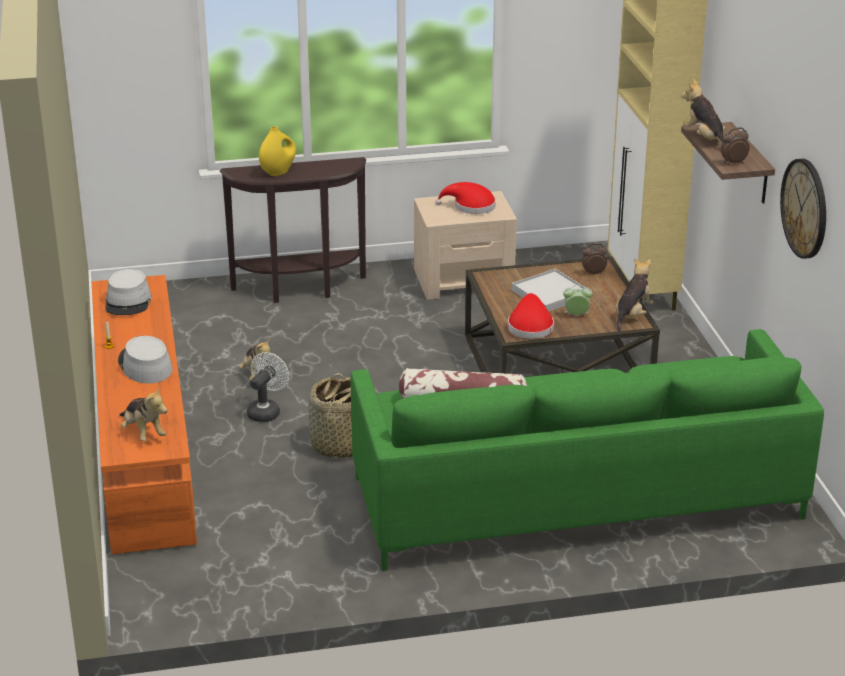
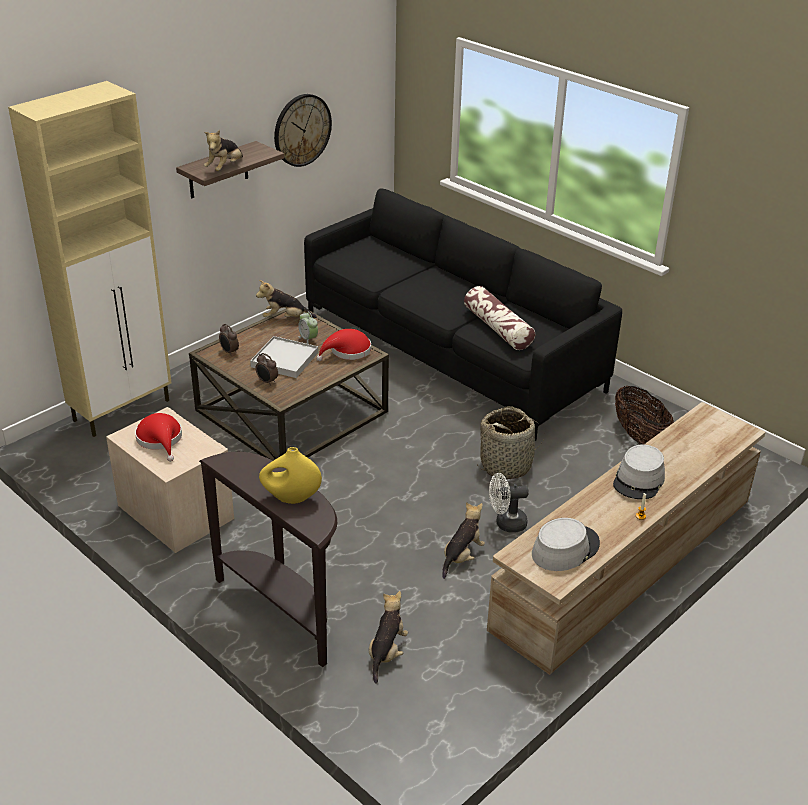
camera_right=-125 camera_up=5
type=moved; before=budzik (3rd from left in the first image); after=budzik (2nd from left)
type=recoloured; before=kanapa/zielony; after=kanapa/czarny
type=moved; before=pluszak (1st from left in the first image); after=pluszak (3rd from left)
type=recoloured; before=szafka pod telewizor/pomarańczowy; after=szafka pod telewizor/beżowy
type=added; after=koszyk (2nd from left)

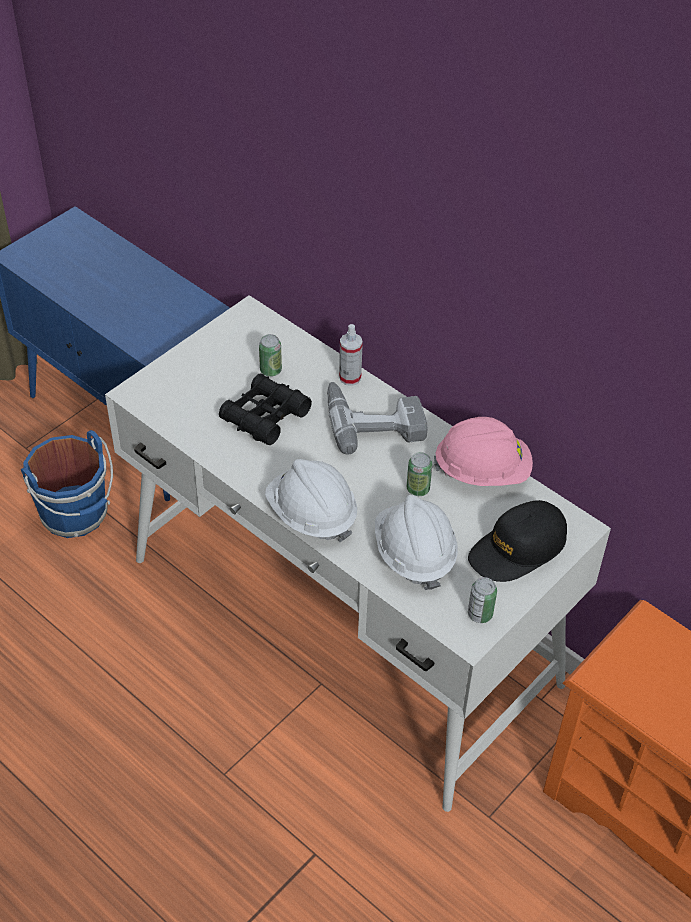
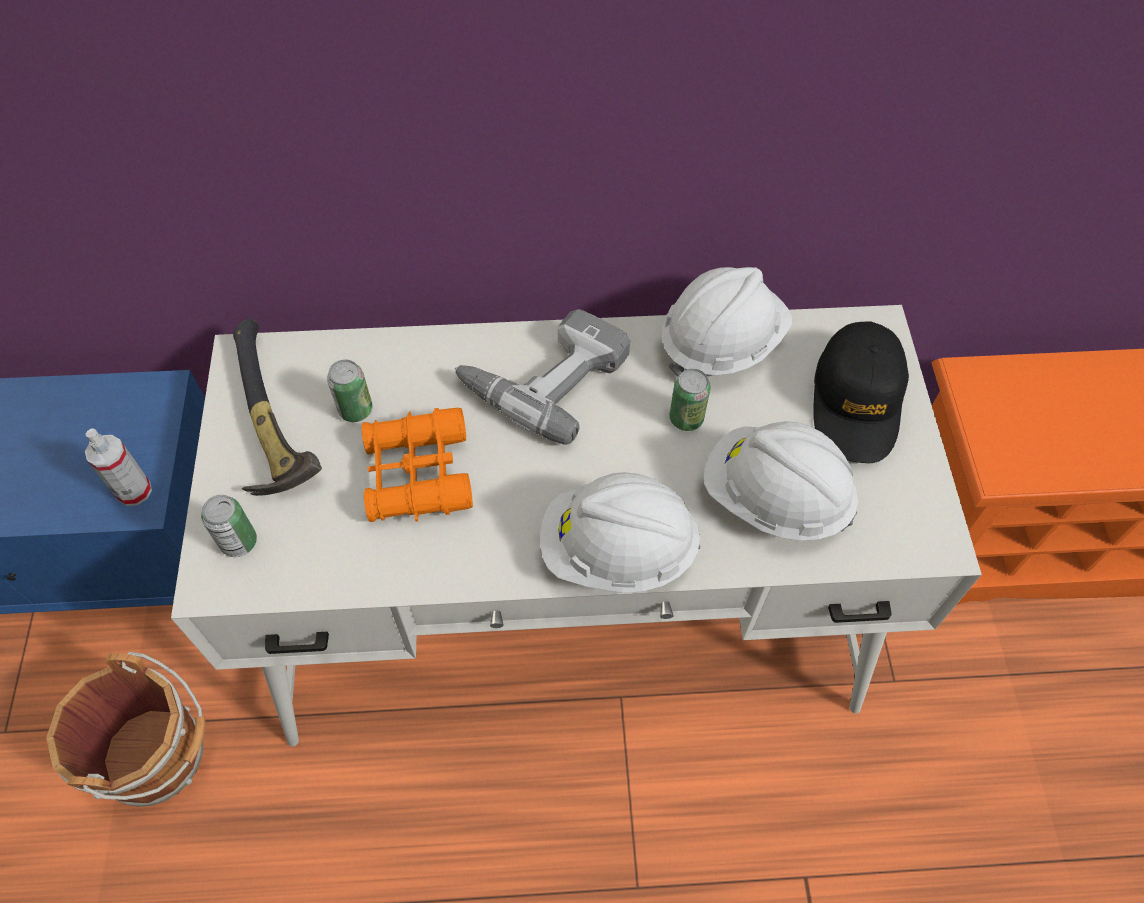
camera_right=-45 camera_up=10
type=recoloured; before=wiadro/niebieski; after=wiadro/brązowy
type=moved; before=spryskiwacz
type=moved; before=puszka (3rd from left in the first image); after=puszka (1st from left)
type=added; after=młotek
type=recoloured; before=lornetka/czarny; after=lornetka/pomarańczowy
type=recoloured; before=kask/różowy; after=kask/biały (2nd from left)

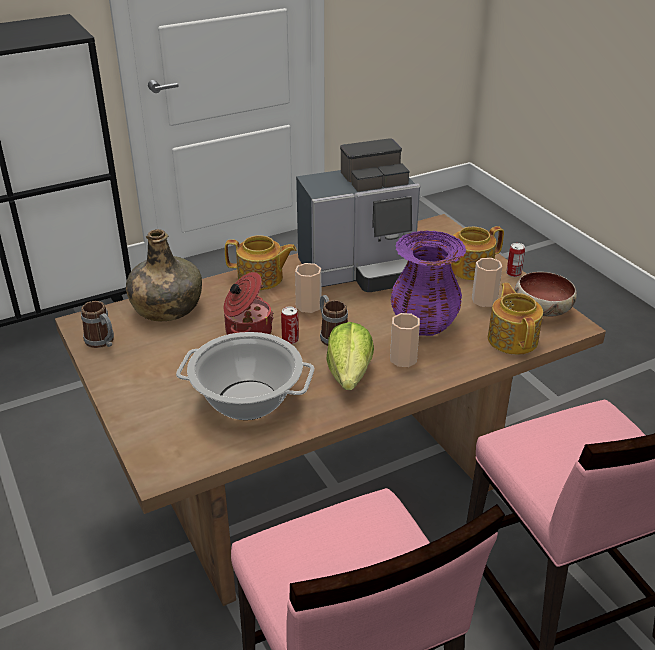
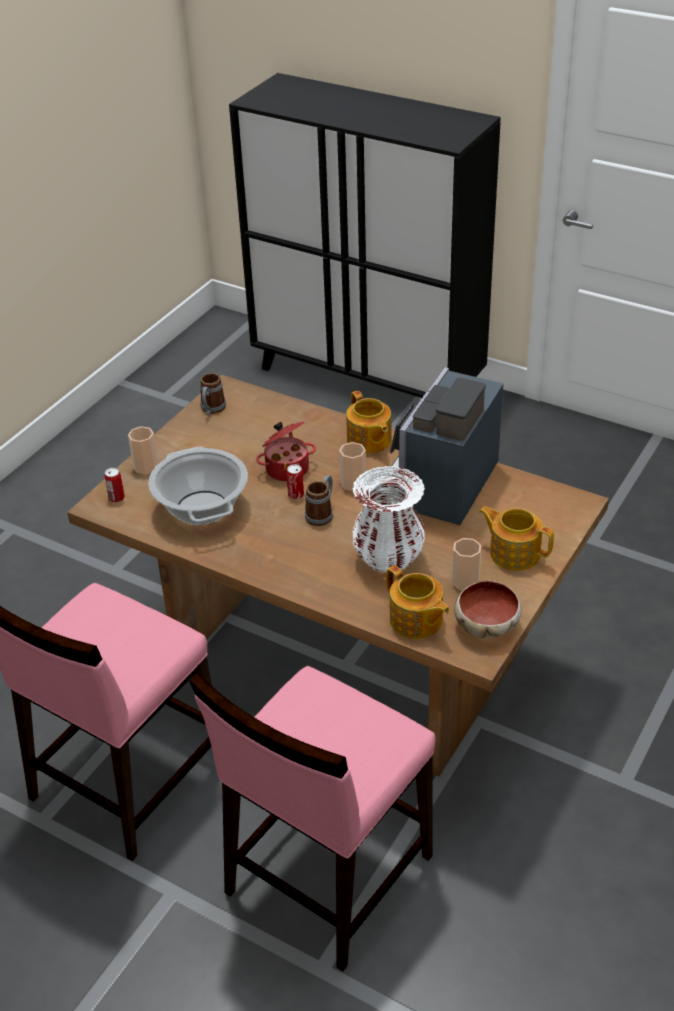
camera_right=60 camera_up=5
type=moved; before=puszka (2nd from left in the first image); after=puszka (1st from left)
type=moved; before=filiżanka (2nd from left in the first image); after=filiżanka (1st from left)
type=recoloured; before=wazon/fioletowy; after=wazon/biały
type=turned; before=ekspres do kawy; turn=75
type=turned; before=imbryk (3rd from left in the first image); turn=90
type=removed; before=butelka/zielony
type=removed; before=sałata

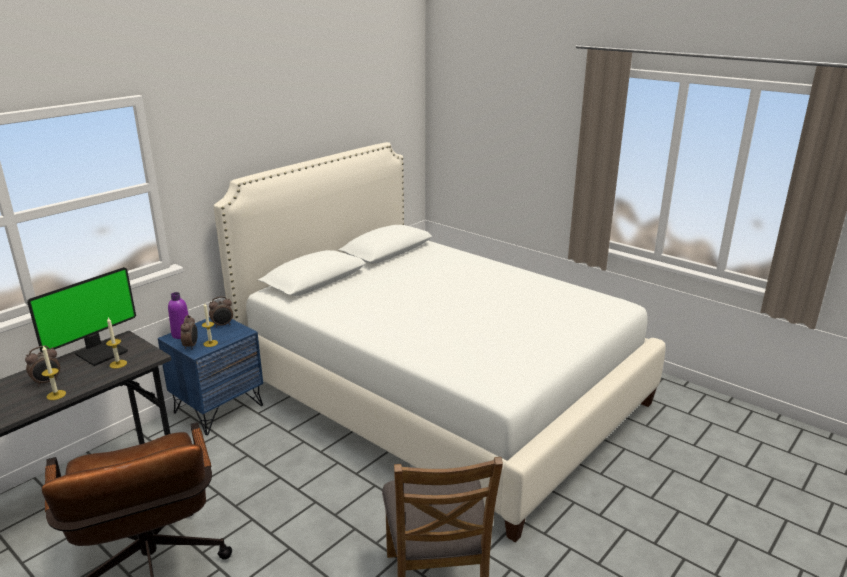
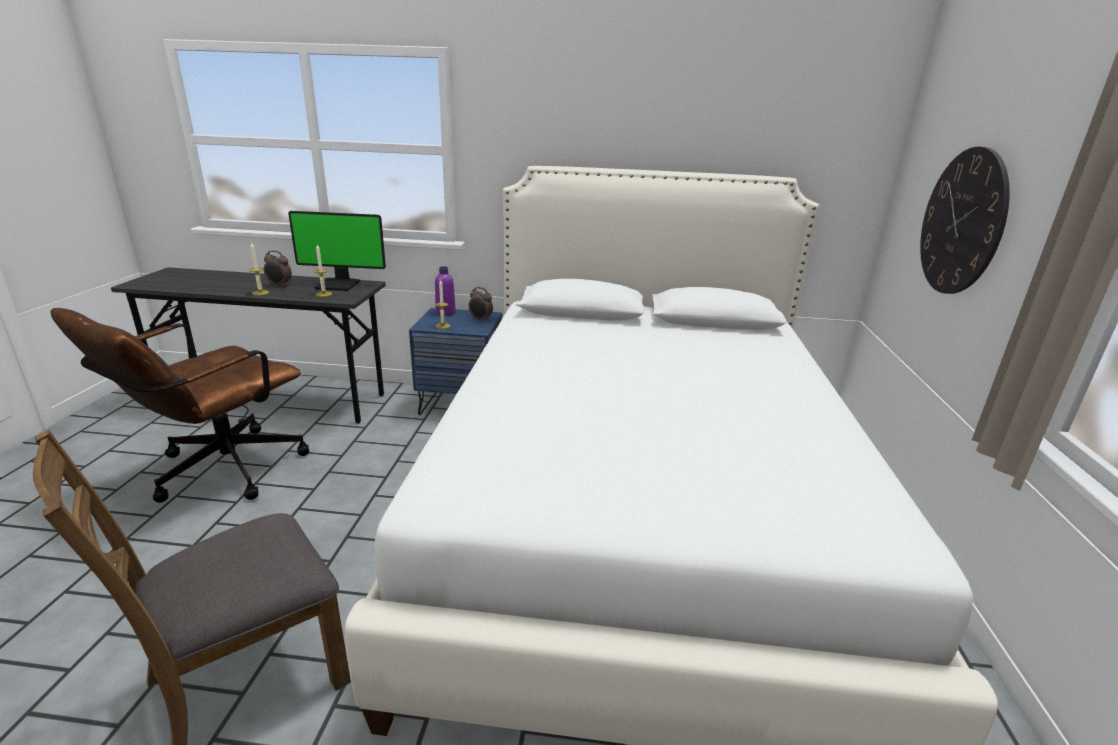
camera_right=55 camera_up=0
type=added; after=zegar ścienny
type=removed; before=budzik (2nd from left)

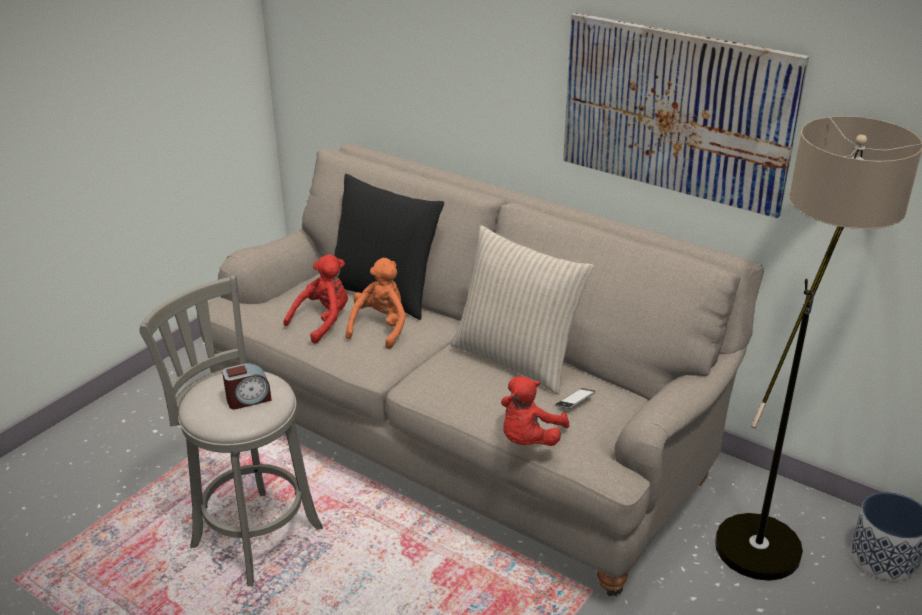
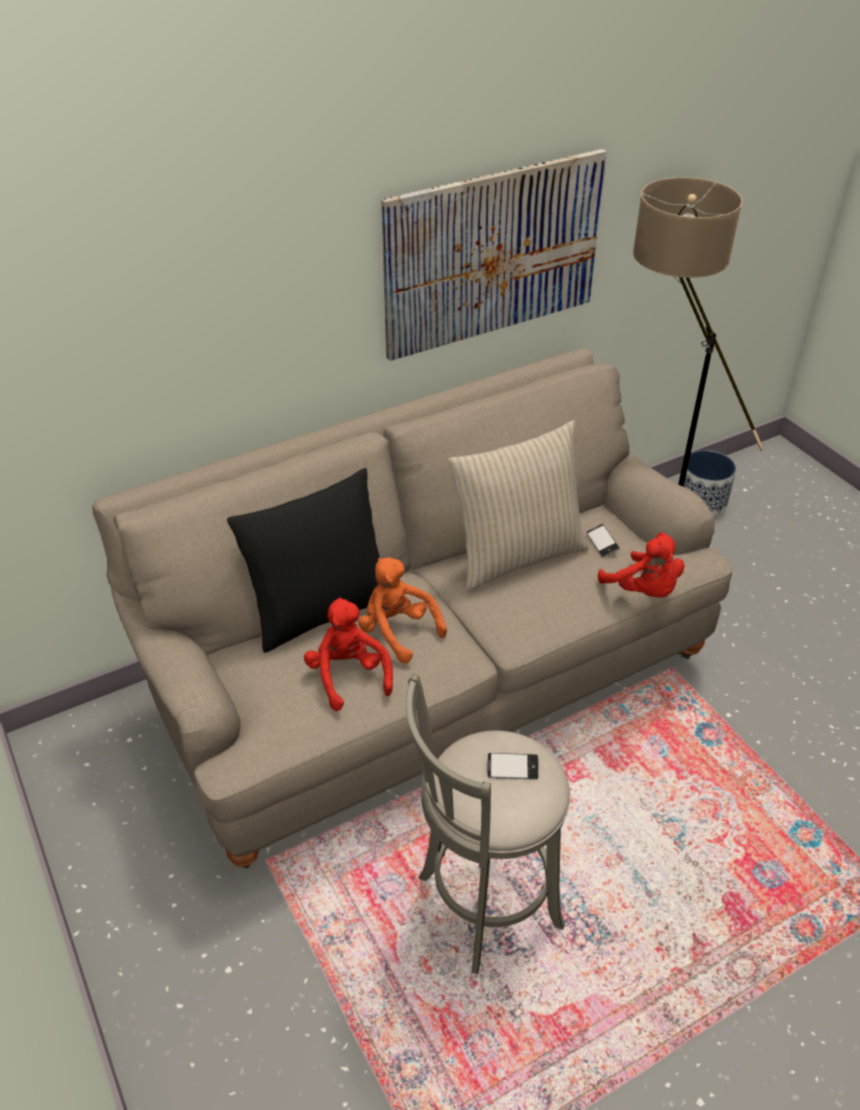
camera_right=-65 camera_up=10
type=replaced; before=budzik; after=telefon (1st from left)

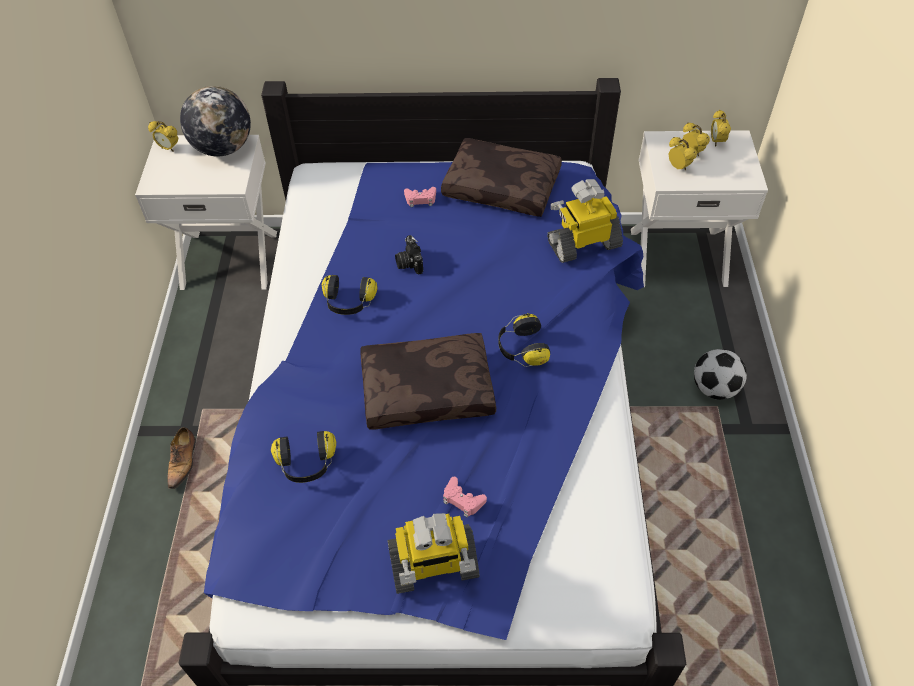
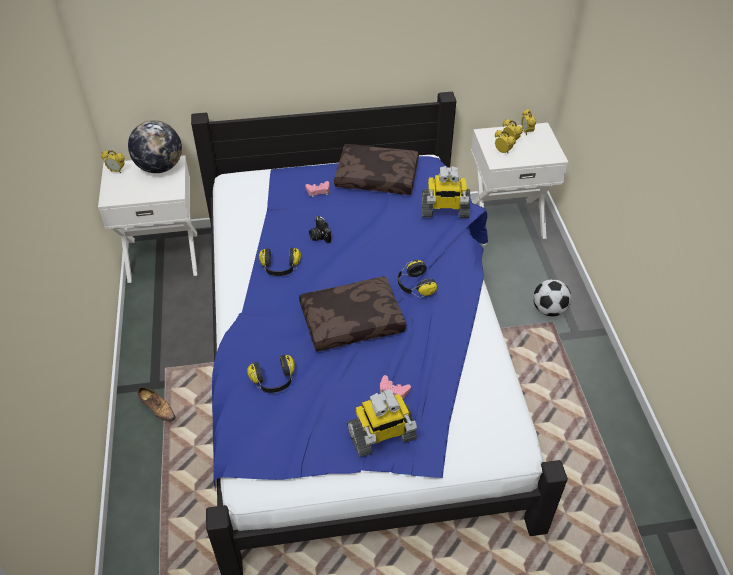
camera_right=-10 camera_up=-5
type=turned; before=but; turn=-45
type=turned; before=robot zabawkowy (2nd from left); turn=-150

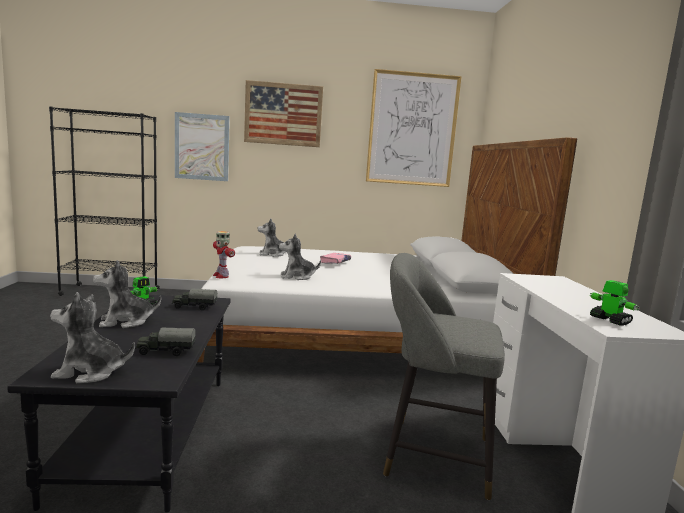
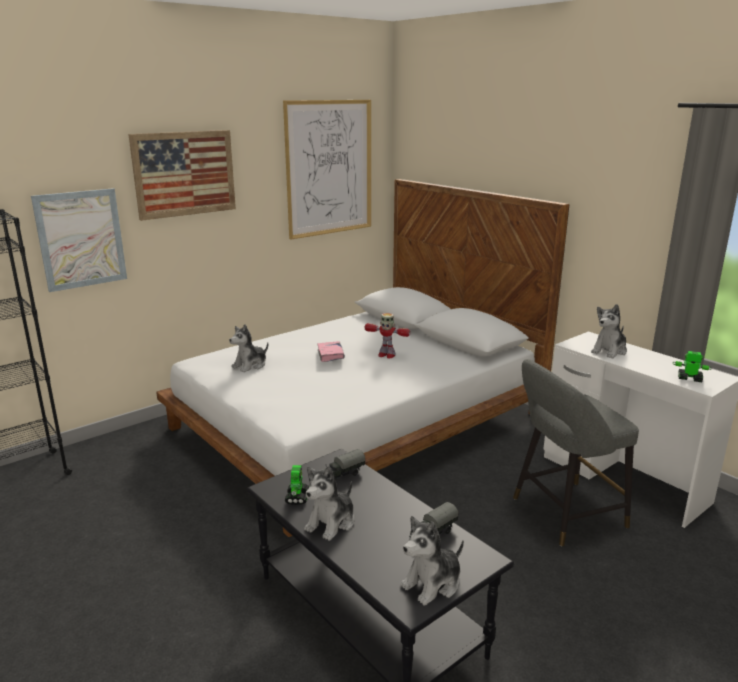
camera_right=-35 camera_up=10
type=moved; before=robot zabawkowy (2nd from left)
type=moved; before=pluszak (4th from left)

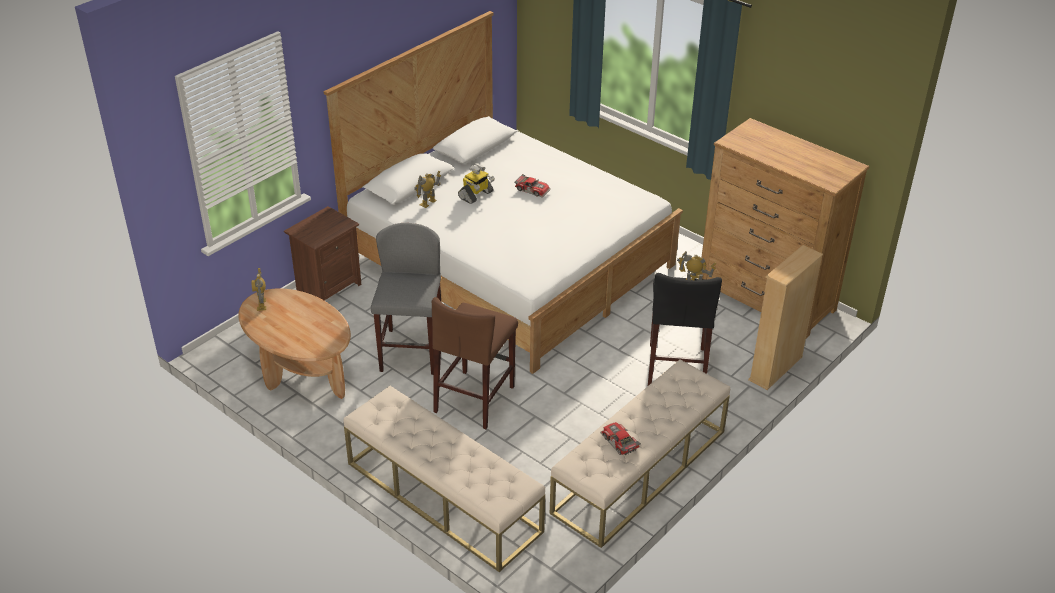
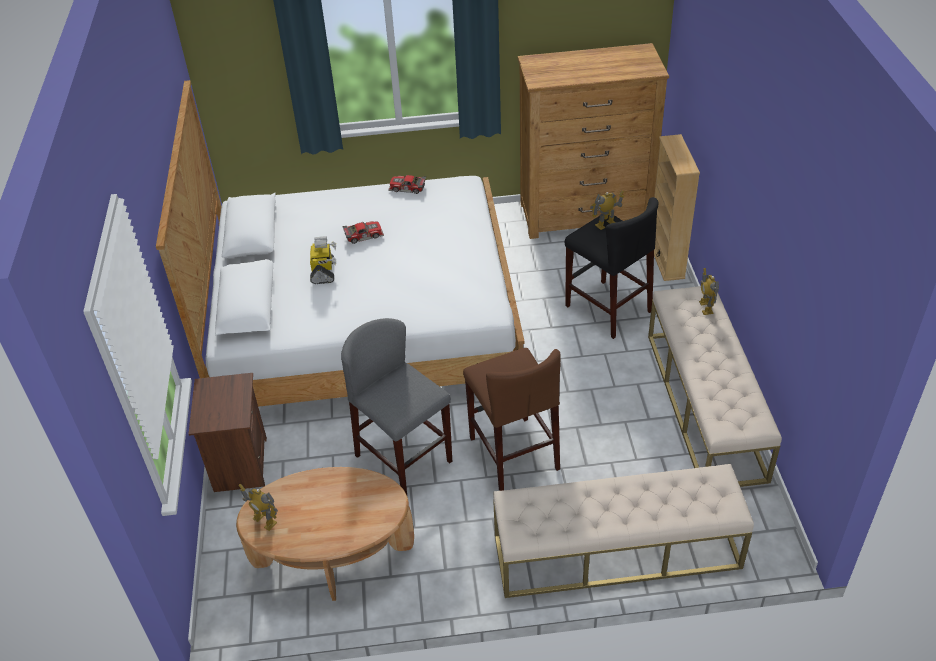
camera_right=-45 camera_up=5
type=moved; before=samochodzik (2nd from left)
type=moved; before=robot zabawkowy (2nd from left in the first image); after=robot zabawkowy (4th from left)

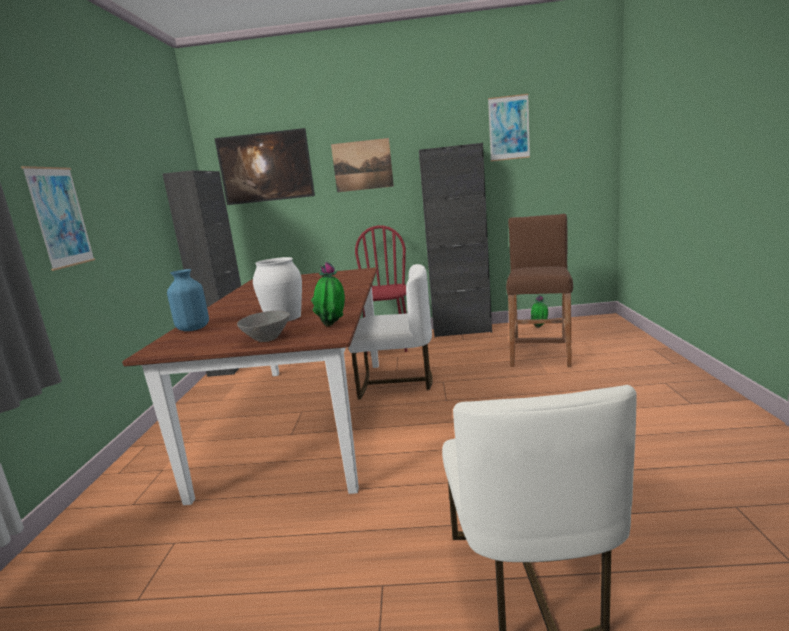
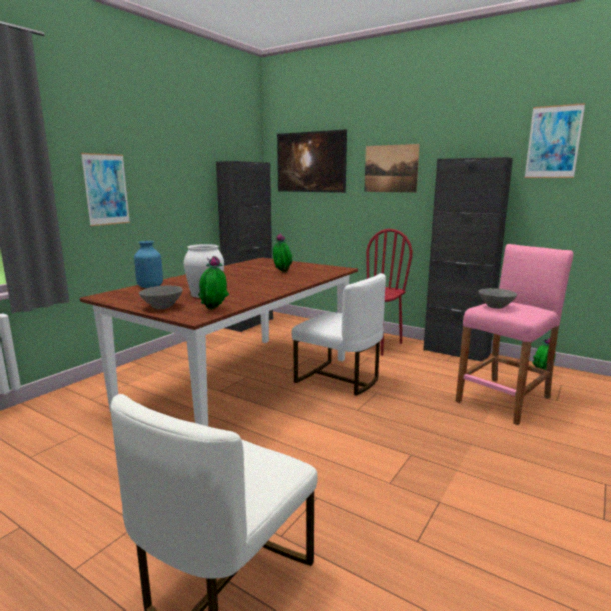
camera_right=30 camera_up=0
type=added; after=roślina doniczkowa (2nd from left)
type=recoloured; before=stołek/brązowy; after=stołek/różowy
type=added; after=miska/szary (2nd from left)

